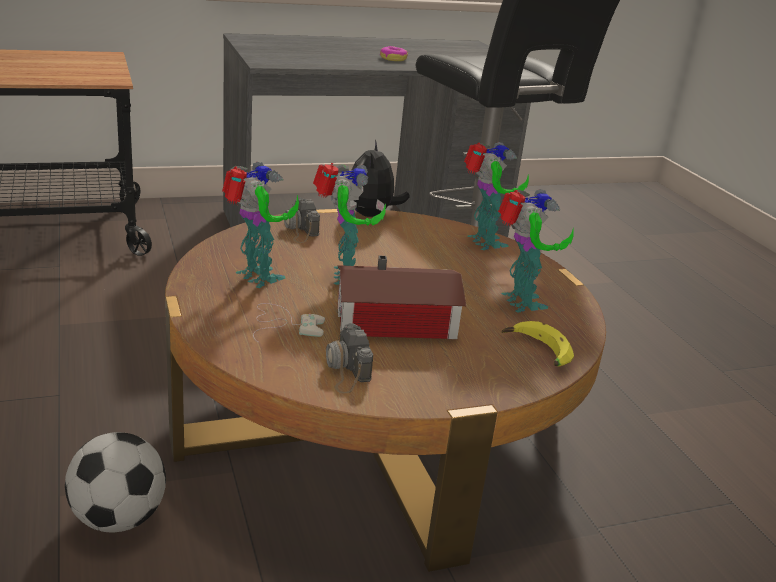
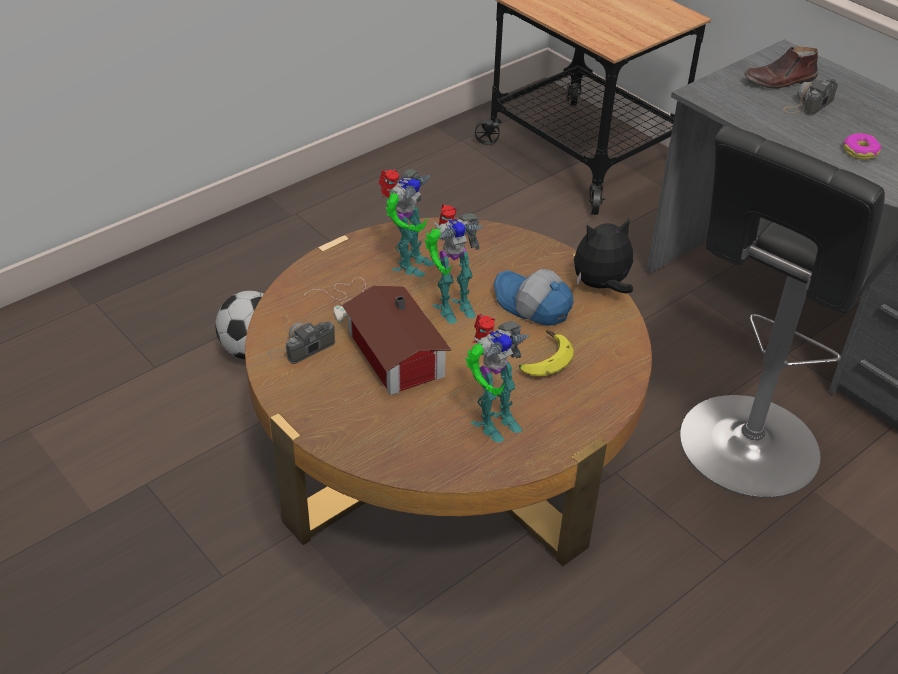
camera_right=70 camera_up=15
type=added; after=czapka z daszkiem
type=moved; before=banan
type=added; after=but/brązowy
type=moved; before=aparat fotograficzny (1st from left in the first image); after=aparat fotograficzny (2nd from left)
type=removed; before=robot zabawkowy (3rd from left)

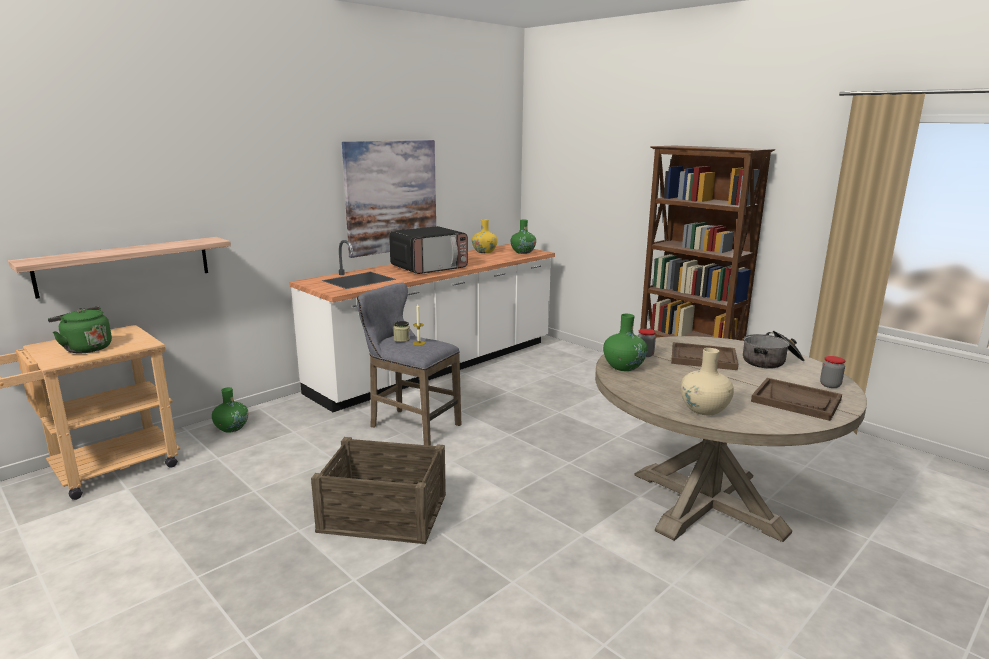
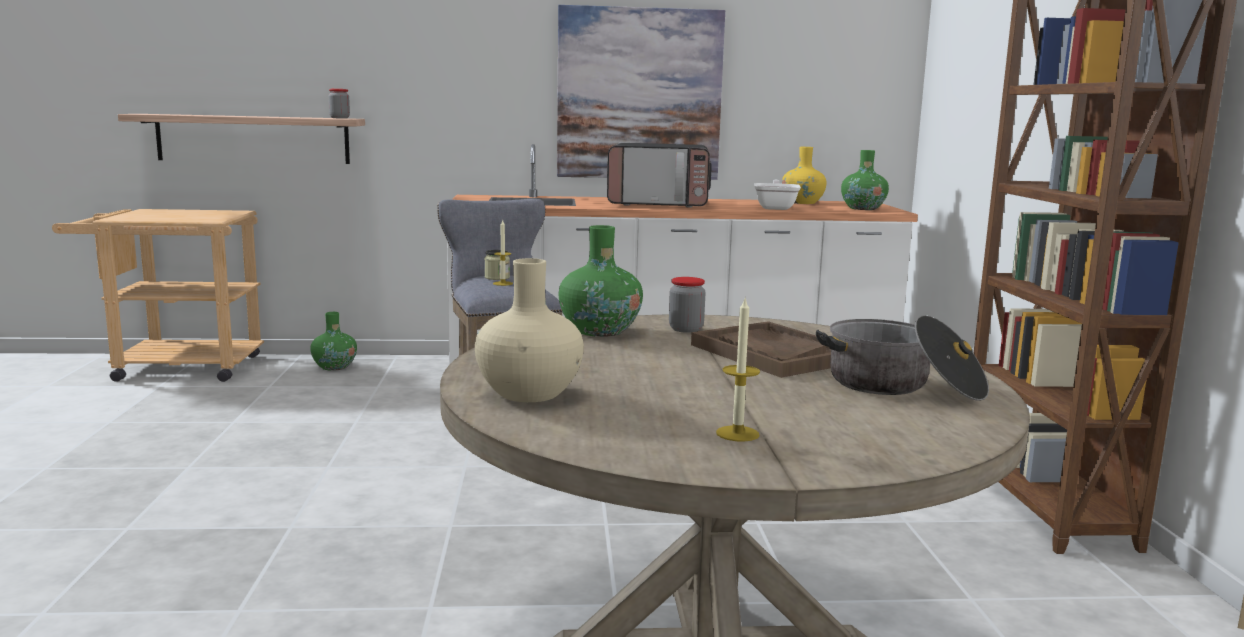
camera_right=40 camera_up=-5
type=moved; before=słoik (3rd from left in the first image); after=słoik (1st from left)
type=replaced; before=taca/brązowy (2nd from left); after=świeca (2nd from left)
type=added; after=patelnia
type=removed; before=czajnik/zielony
type=removed; before=skrzynka

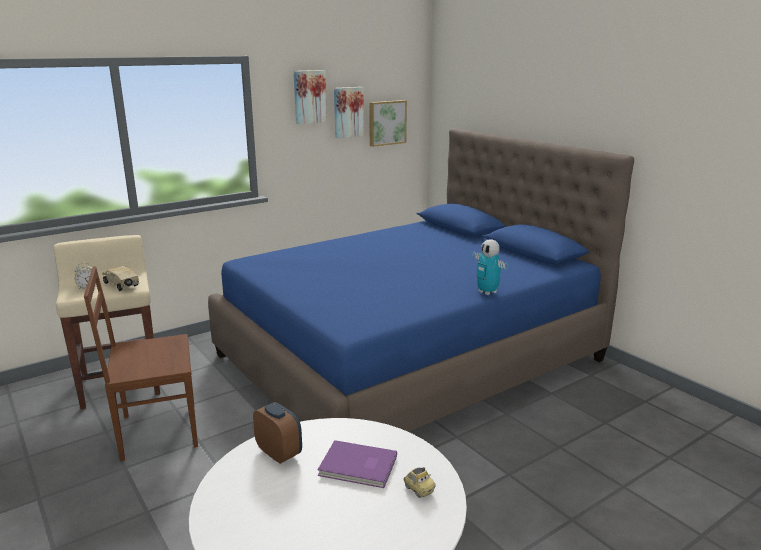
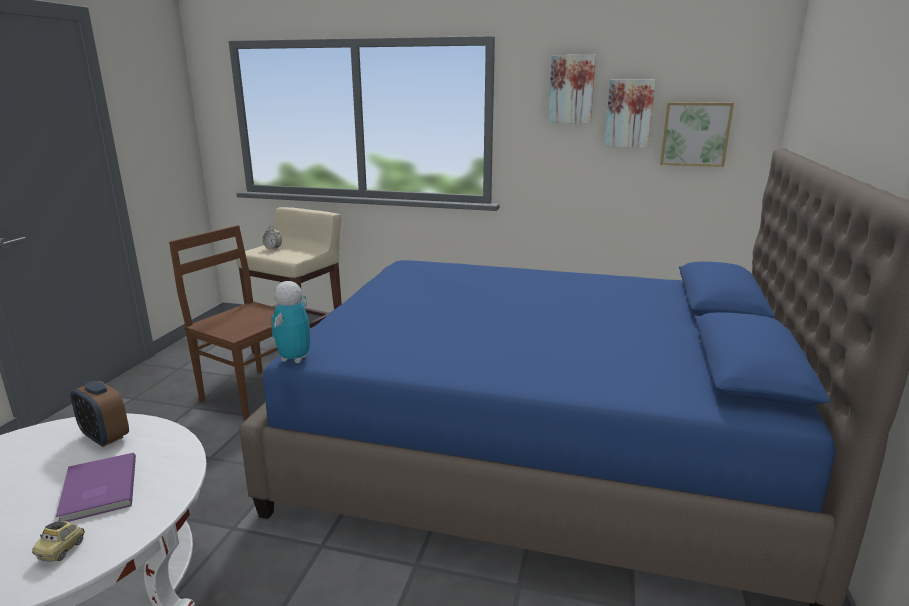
camera_right=50 camera_up=0
type=turned; before=budzik (2nd from left in the first image); turn=120
type=moved; before=robot zabawkowy
type=removed; before=ciężarówka zabawkowa

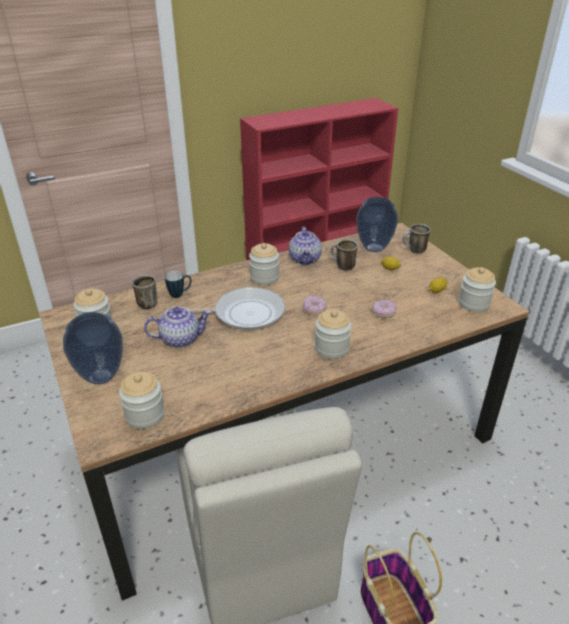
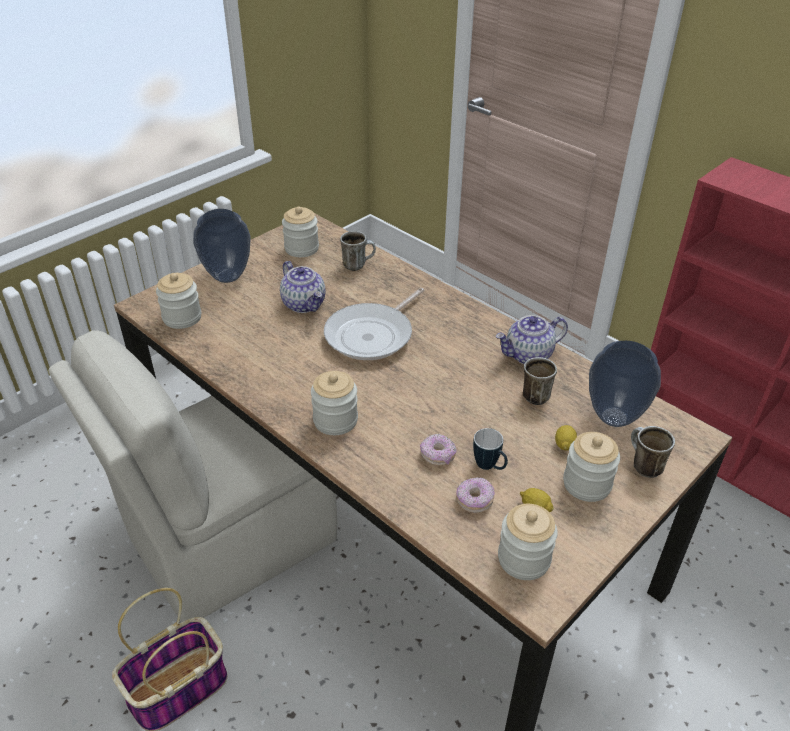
camera_right=70 camera_up=5
type=turned; before=patelnia; turn=60
type=moved; before=donut (1st from left in the first image); after=donut (2nd from left)
type=moved; before=kubek (2nd from left)
type=moved; before=słoik (3rd from left in the first image); after=słoik (5th from left)

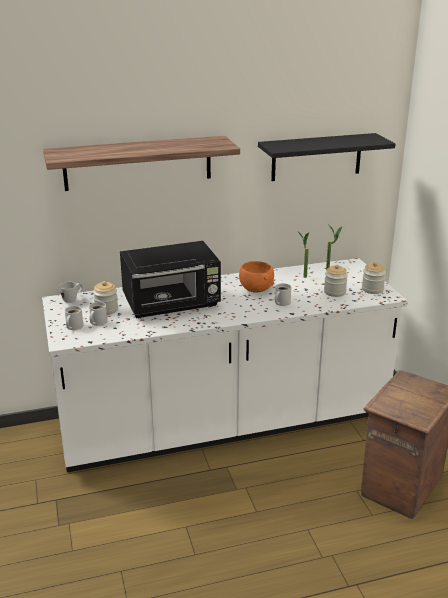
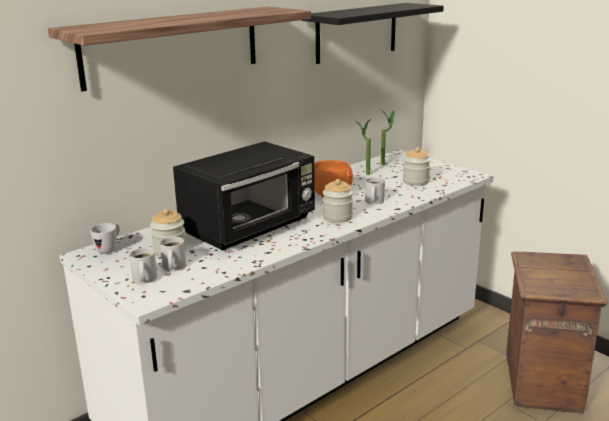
camera_right=-25 camera_up=-5
type=moved; before=słoik (3rd from left in the first image); after=słoik (2nd from left)

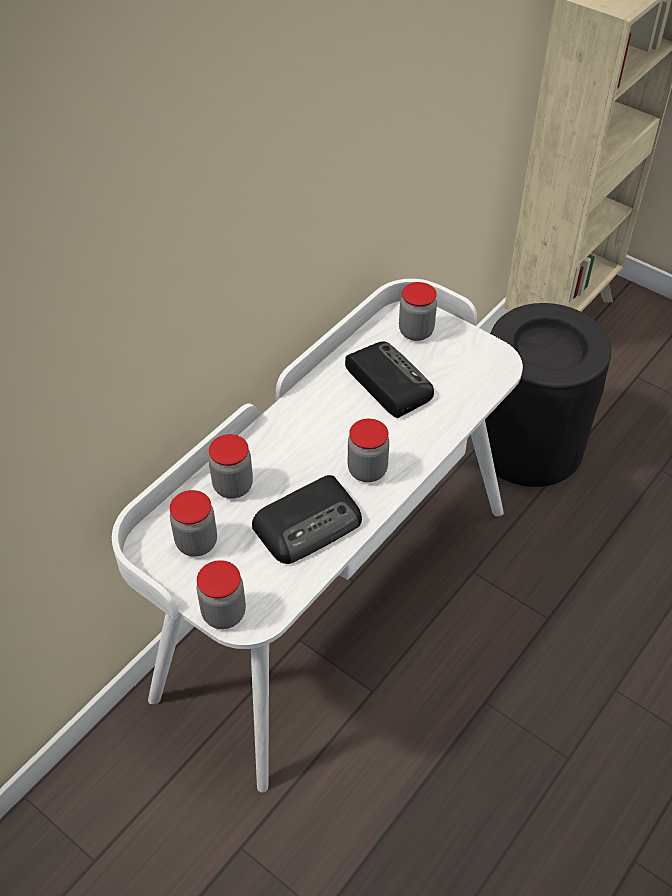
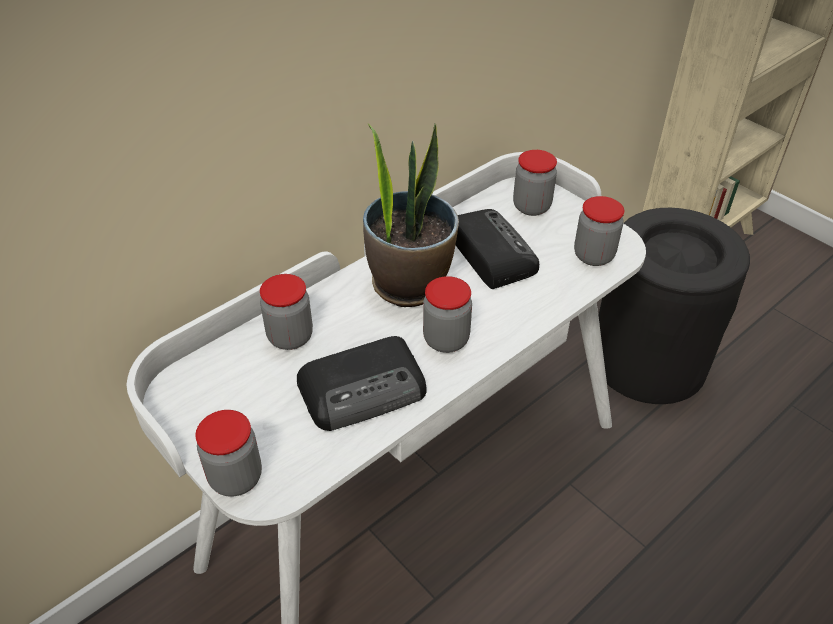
camera_right=10 camera_up=-5
type=added; after=roślina doniczkowa
type=moved; before=słoik (1st from left in the first image); after=słoik (5th from left)

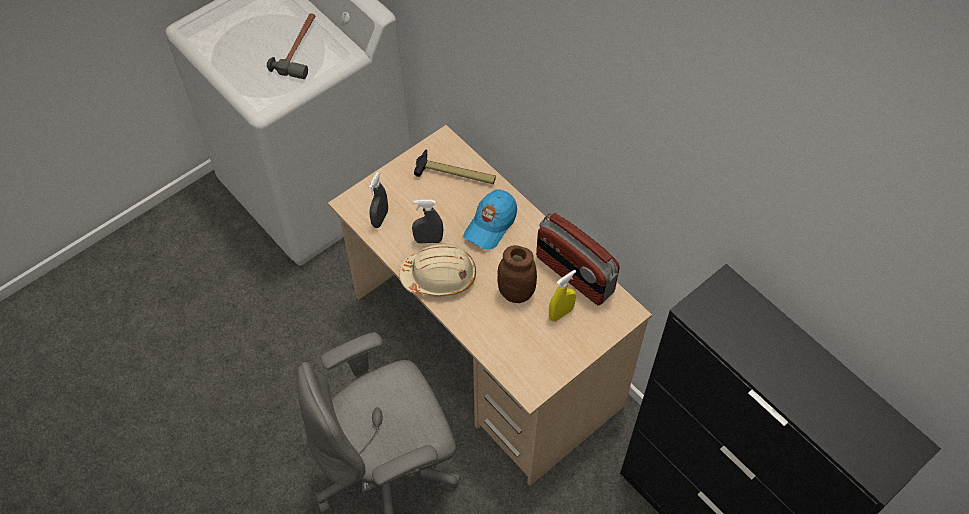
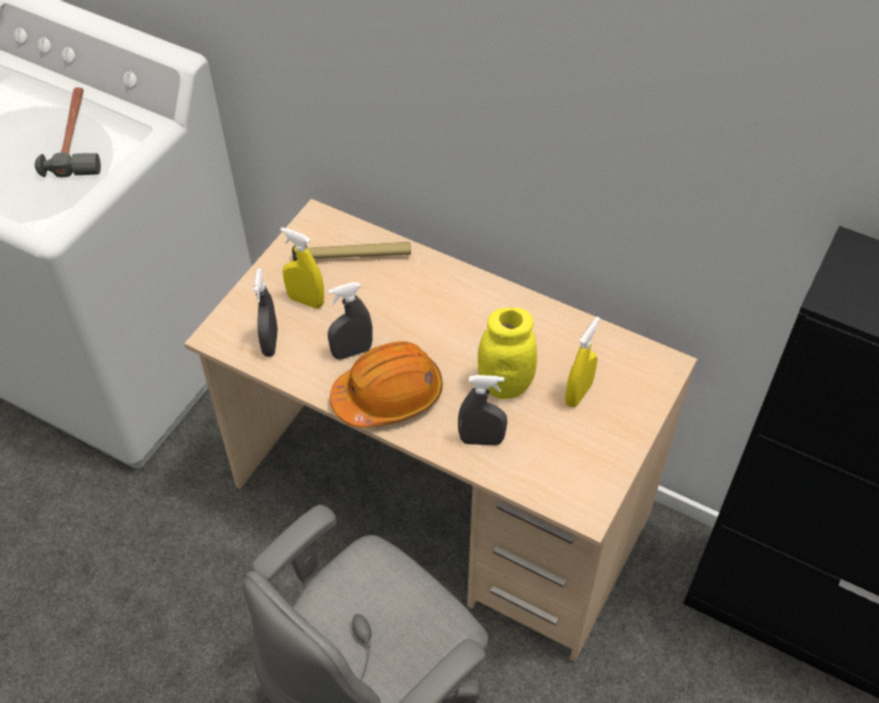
camera_right=-20 camera_up=-5
type=added; after=spryskiwacz/żółty (1st from left)
type=recoloured; before=kask/beżowy; after=kask/pomarańczowy
type=added; after=spryskiwacz/szary (3rd from left)
type=recoloured; before=słoik/brązowy; after=słoik/żółty
type=removed; before=czapka z daszkiem/niebieski
type=removed; before=radio

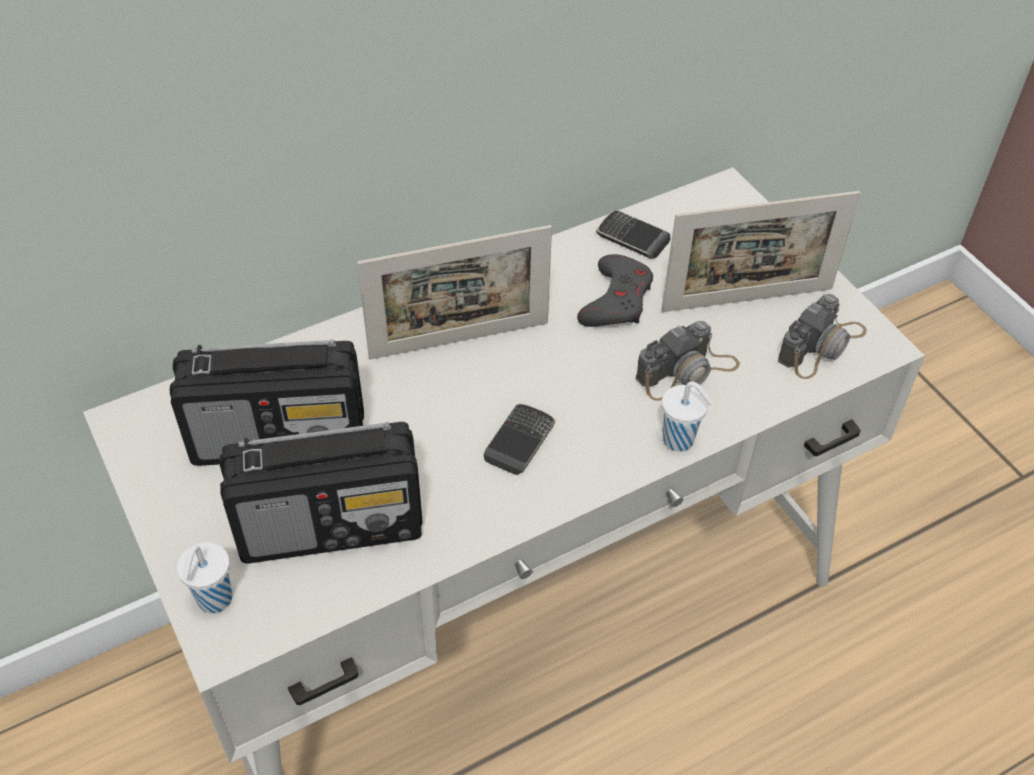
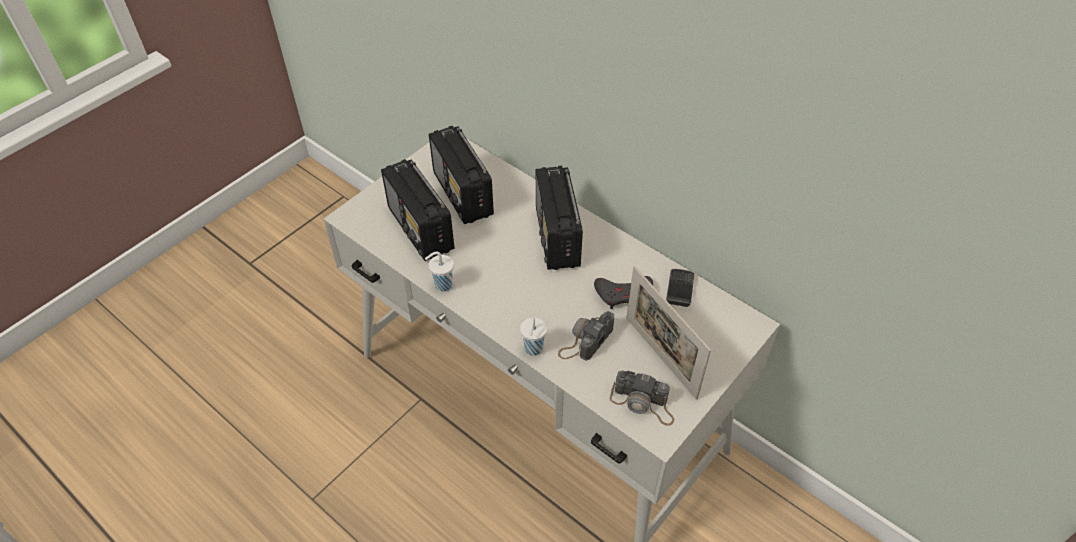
camera_right=70 camera_up=0
type=moved; before=filiżanka/biały (1st from left)
type=replaced; before=ramka na zdjęcie (1st from left); after=radio (3rd from left)
type=turned; before=aparat fotograficzny (1st from left); turn=90
type=removed; before=telefon (1st from left)

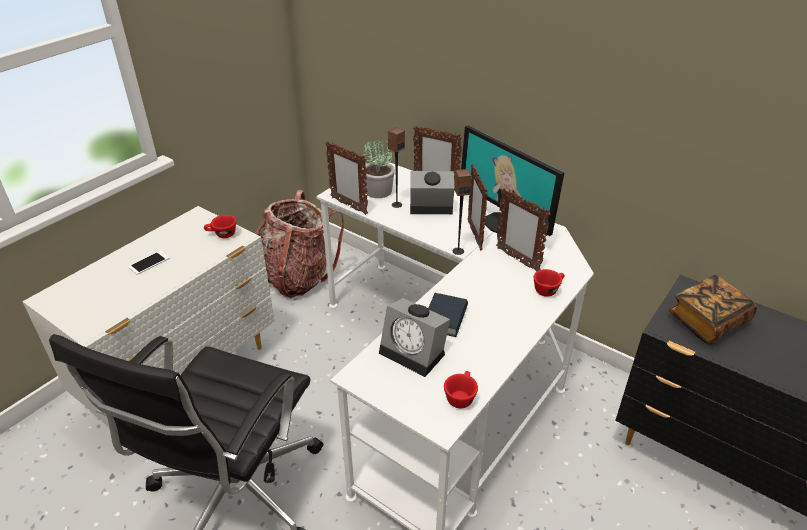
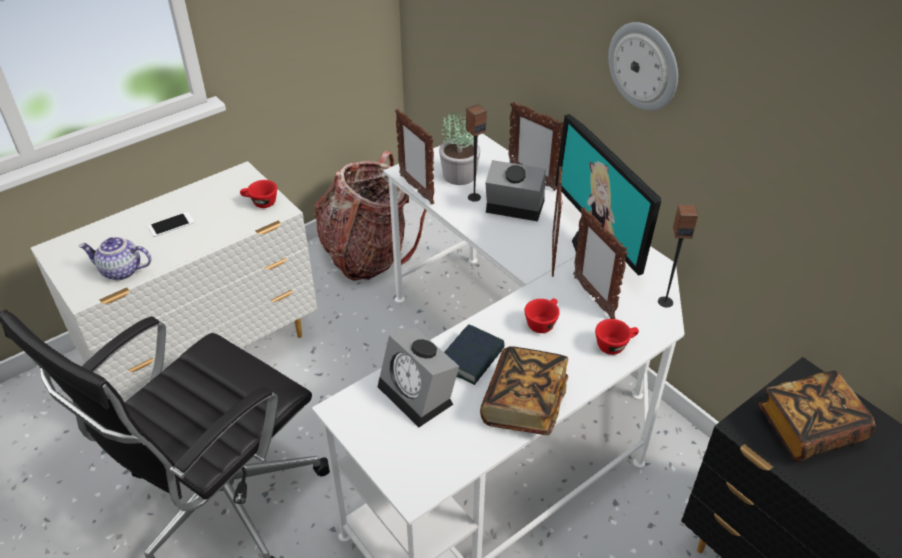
camera_right=15 camera_up=5
type=added; after=imbryk
type=added; after=książka (2nd from left)
type=moved; before=filiżanka/czerwony (2nd from left)
type=added; after=zegar ścienny
type=moved; before=głośnik (2nd from left)

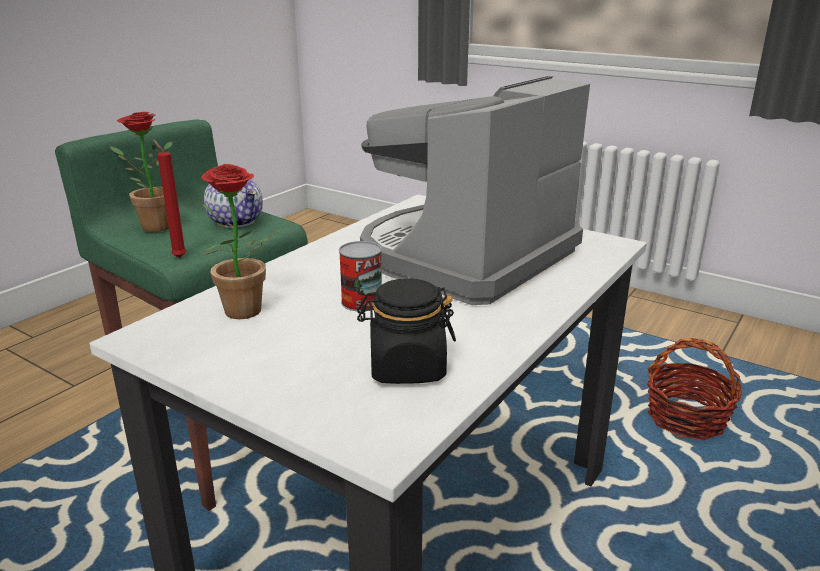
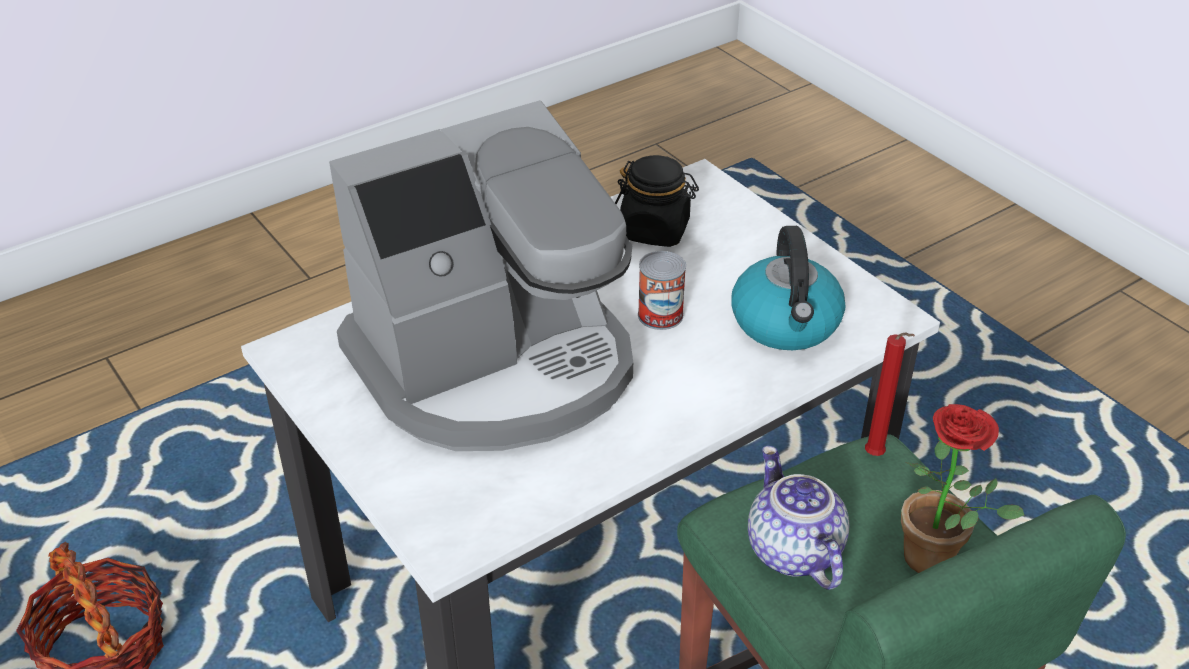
camera_right=-160 camera_up=15
type=replaced; before=roślina doniczkowa (2nd from left); after=czajnik

